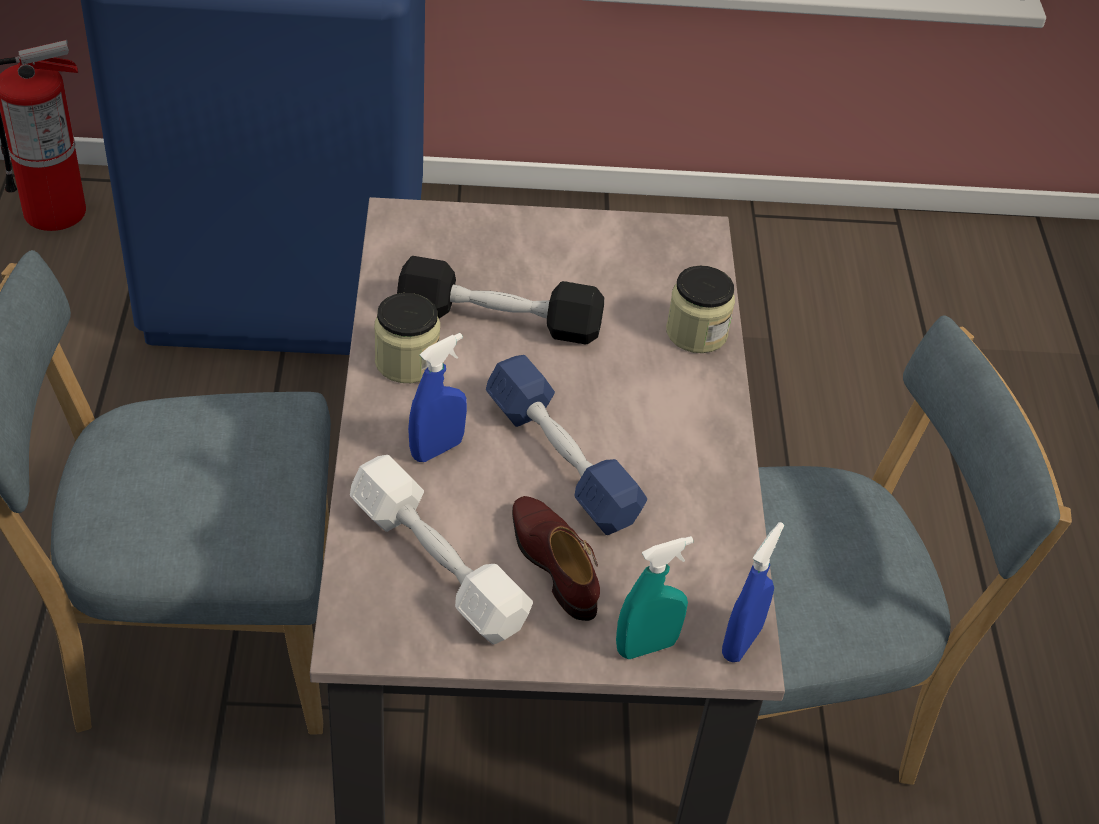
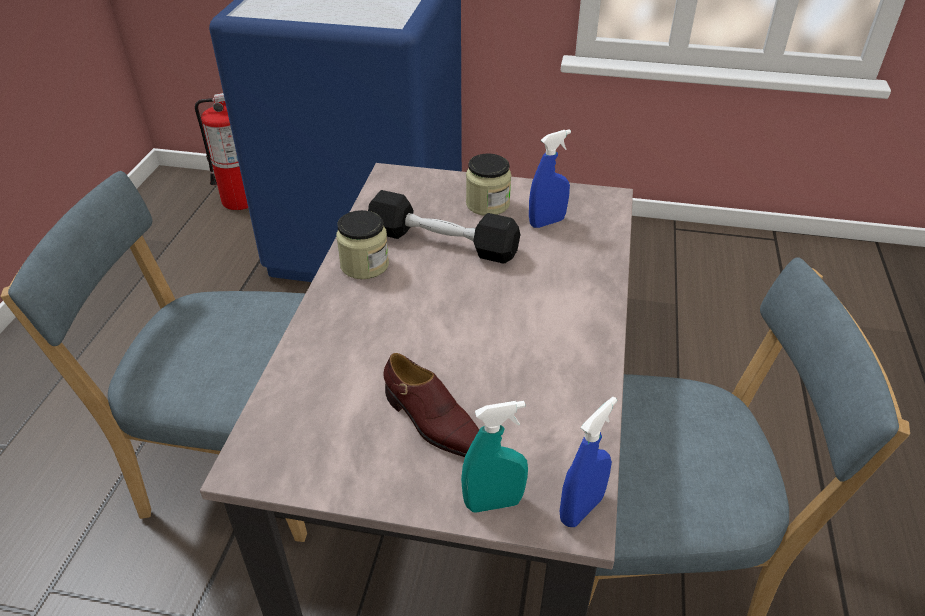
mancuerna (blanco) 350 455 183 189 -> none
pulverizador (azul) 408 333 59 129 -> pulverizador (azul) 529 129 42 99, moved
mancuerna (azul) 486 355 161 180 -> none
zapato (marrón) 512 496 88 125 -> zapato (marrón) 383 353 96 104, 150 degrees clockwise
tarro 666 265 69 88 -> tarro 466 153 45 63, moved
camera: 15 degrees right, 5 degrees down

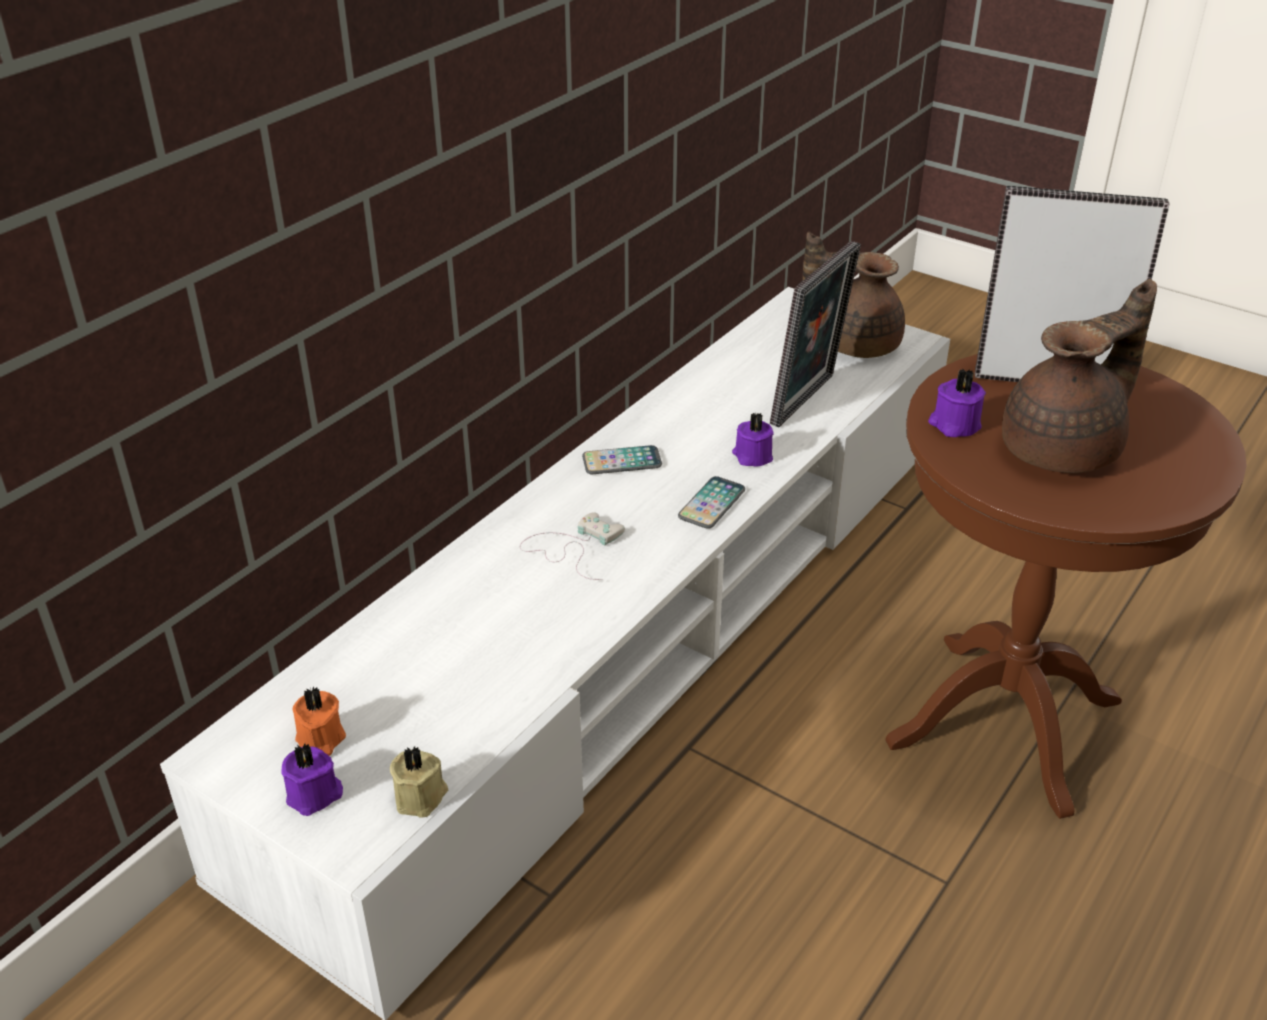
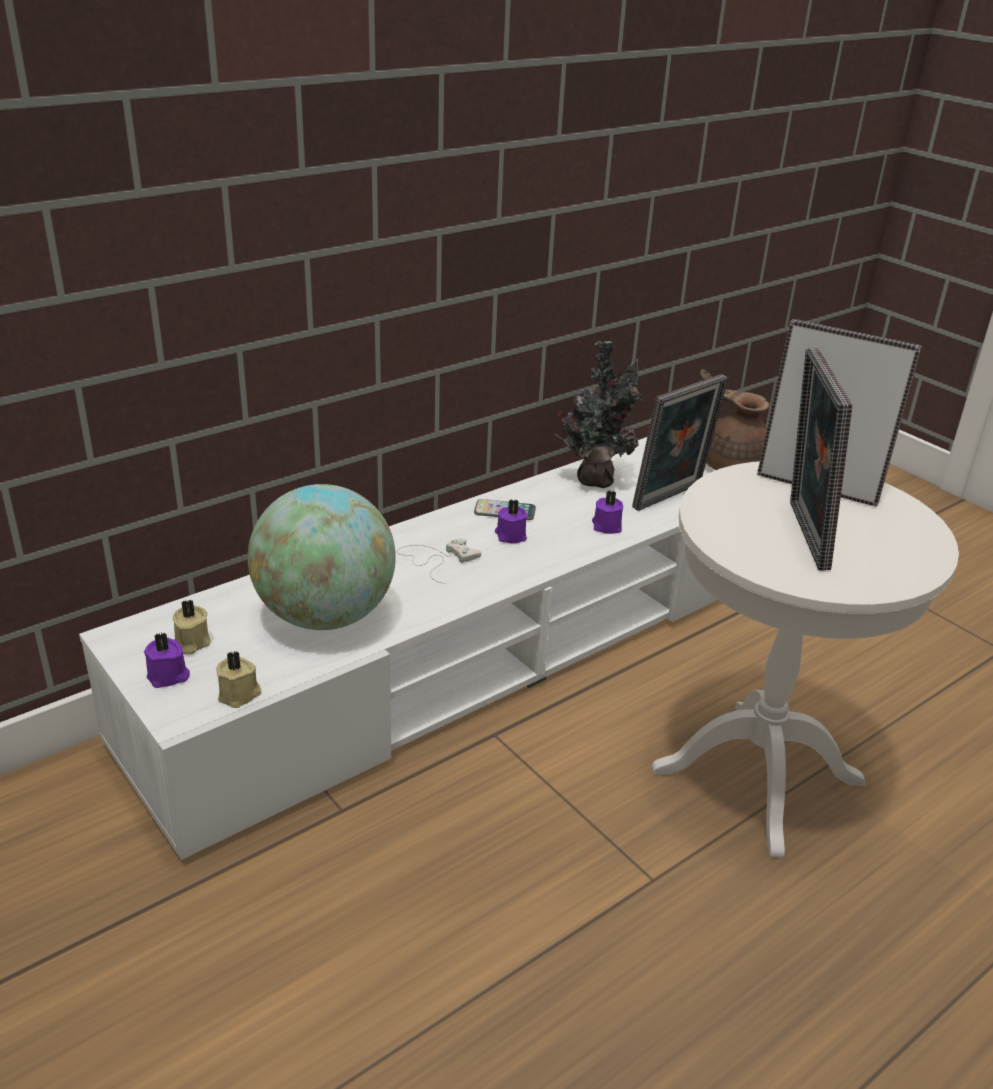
vela (naranja) 293 687 53 69 -> vela (beis) 173 599 37 56
móvil 678 476 67 53 -> none
mesa auxiliar (marrón) 885 354 362 465 -> mesa auxiliar (blanco) 652 461 307 397
vela (morado) 928 369 58 68 -> vela (morado) 495 499 32 45, moved
tetera (marrón) 1002 279 155 194 -> portarretratos 790 348 62 223
none -> globo terráqueo 248 484 148 146
none -> planta en maceta 555 340 88 148
camera: 15 degrees right, 5 degrees down

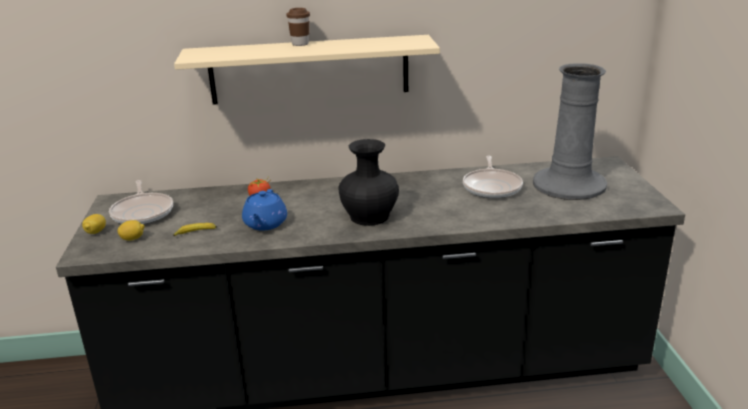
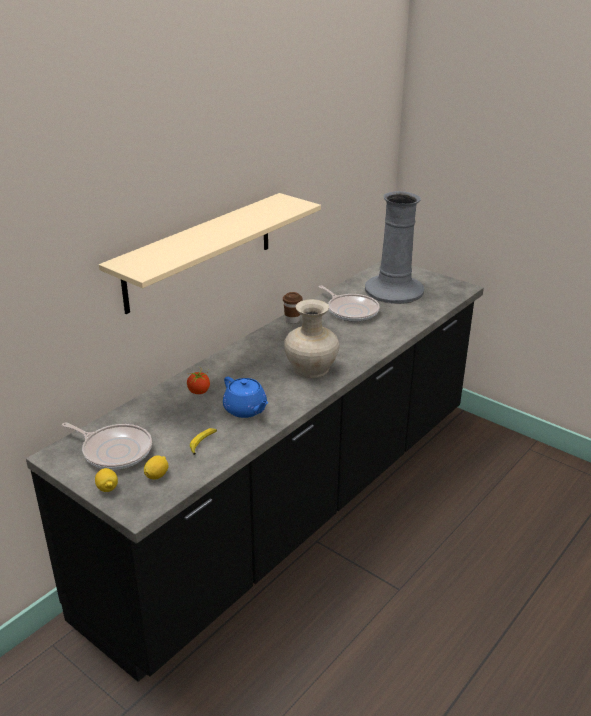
taza (marrón) 286 8 24 38 -> taza (marrón) 283 292 19 32, moved
florero (negro) 339 139 60 87 -> florero (beis) 284 299 55 79
camera: 45 degrees left, 5 degrees up

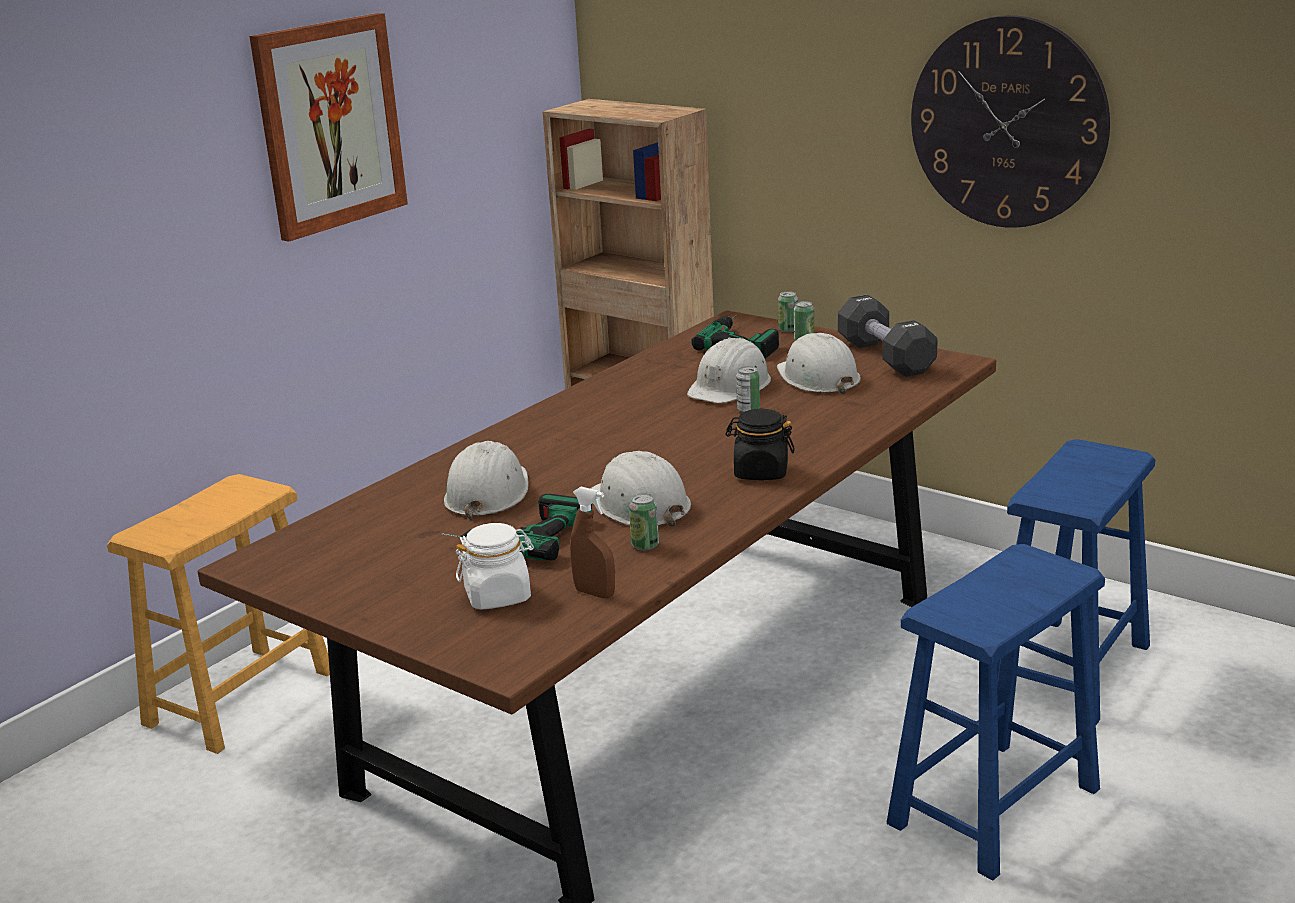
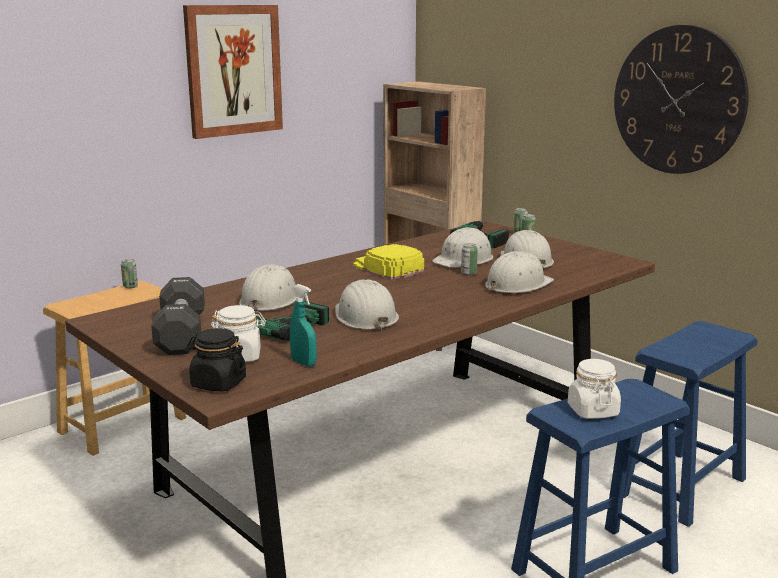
pulverizador (marrón) 570 487 45 111 -> pulverizador (turquesa) 290 284 27 83
lata 629 493 30 57 -> lata 121 259 17 30, moved
tarro (negro) 725 409 70 71 -> tarro (negro) 187 328 59 63, moved
mancuerna (negro) 838 295 100 82 -> mancuerna (negro) 151 277 54 78, moved
none -> gorra (amarillo) 353 244 71 36
none -> casco (blanco) 485 251 69 42
none -> tarro (blanco) 568 359 53 60
camera: 10 degrees right, 5 degrees down

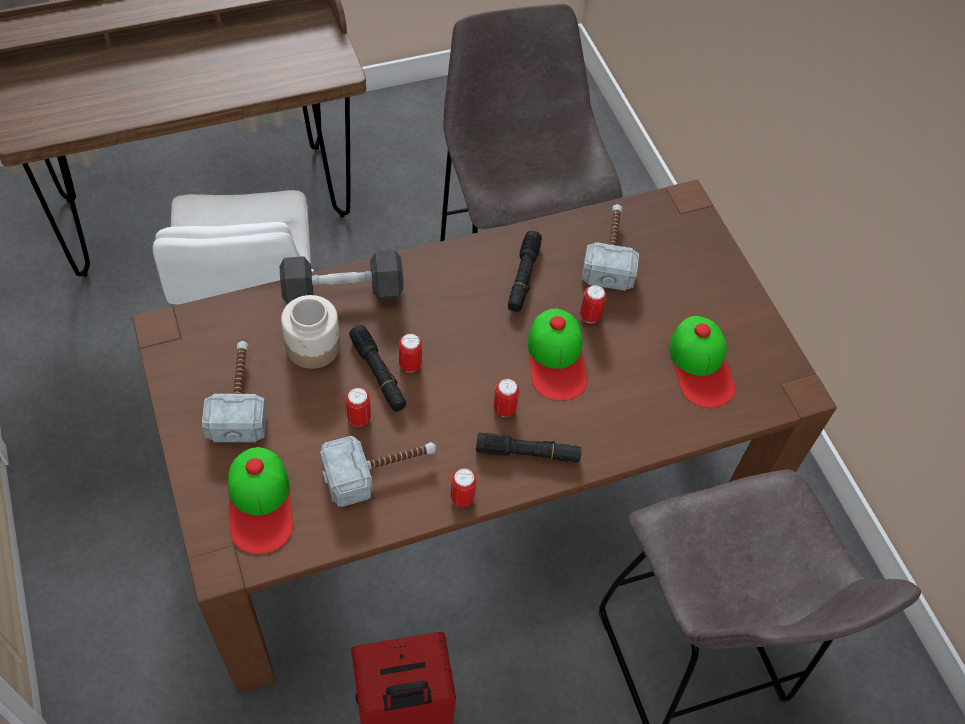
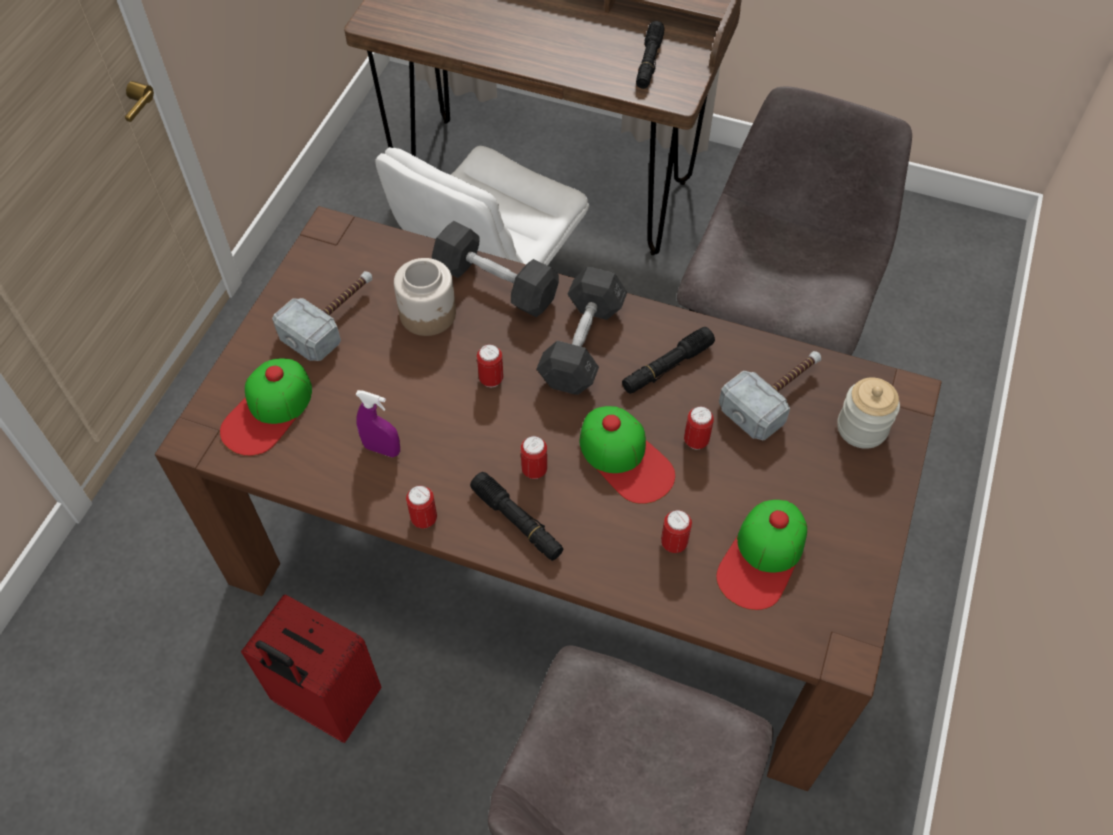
martillo 320 436 116 71 -> pulverizador (morado) 355 390 45 67
lata 346 388 25 38 -> lata 661 510 31 43, moved
linterna (negro) 349 325 57 86 -> linterna (negro) 636 21 28 68, moved
gorra 528 308 59 93 -> gorra 580 406 95 98, 75 degrees counterclockwise
none -> mancuerna (gris) 536 266 91 129
none -> tarro 837 377 63 72
camera: 45 degrees right, 0 degrees up

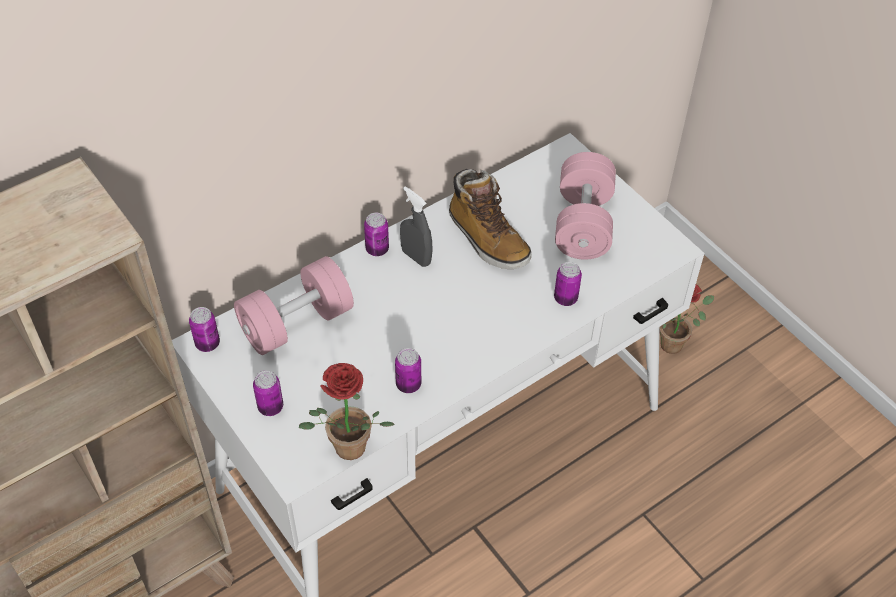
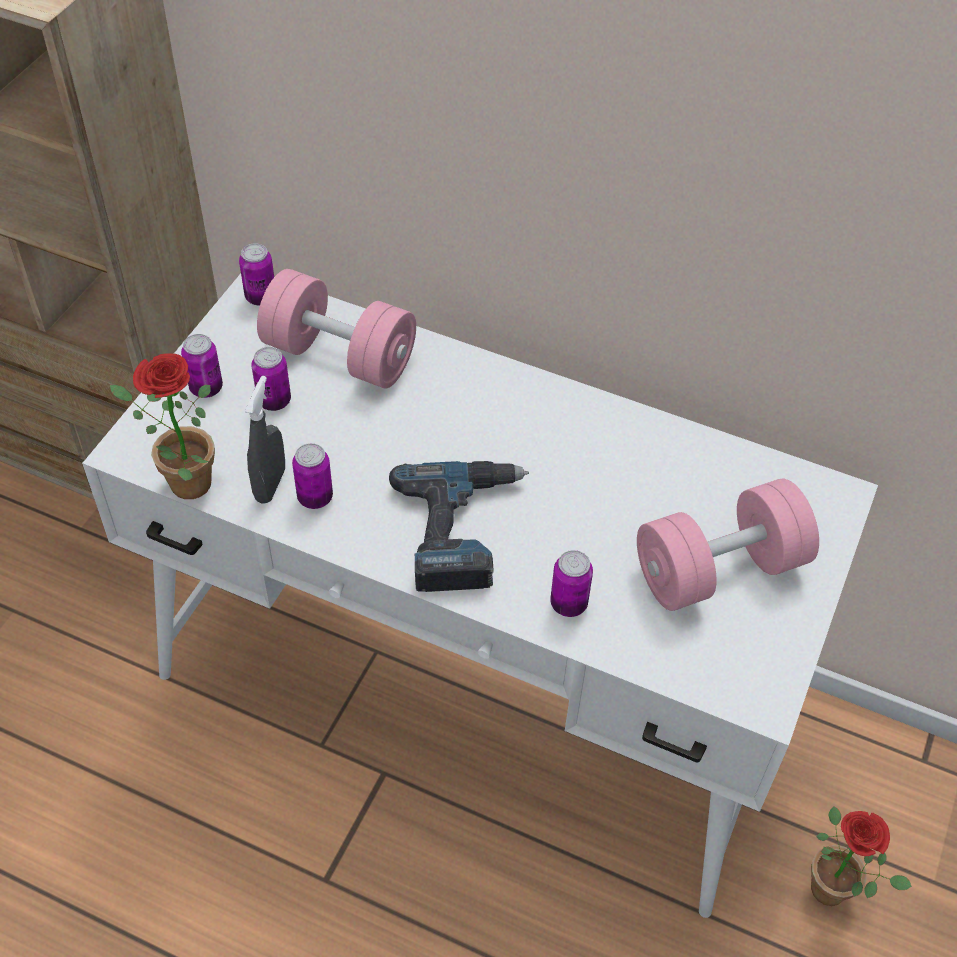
lata 364 213 25 43 -> lata 251 347 40 64, moved
pulverizador (gris) 400 186 33 81 -> pulverizador (gris) 245 376 40 127, moved
bota 449 169 83 100 -> none
none -> taladro 389 461 140 131
camera: 60 degrees right, 0 degrees up

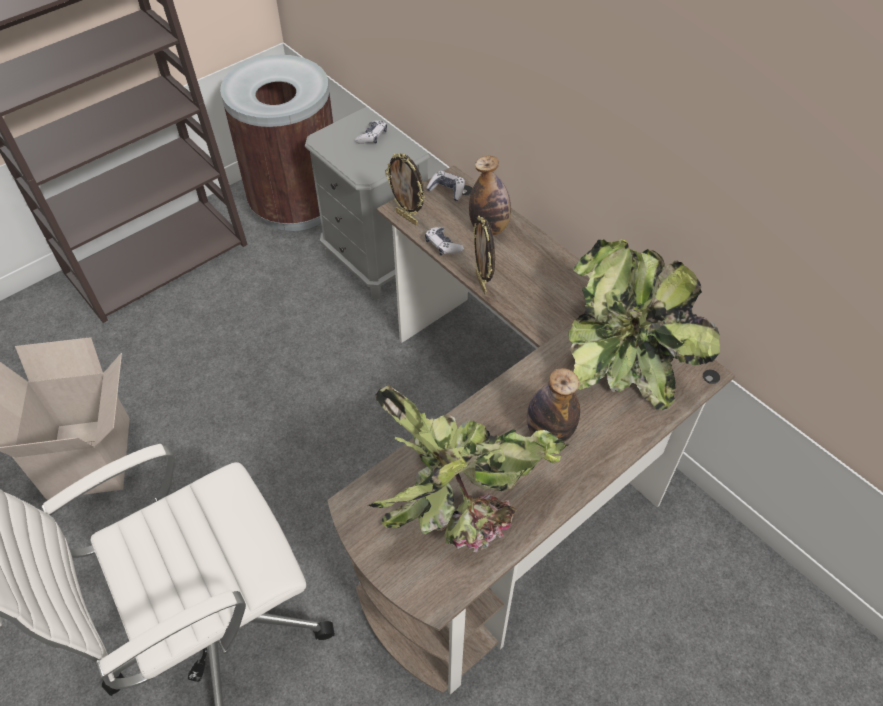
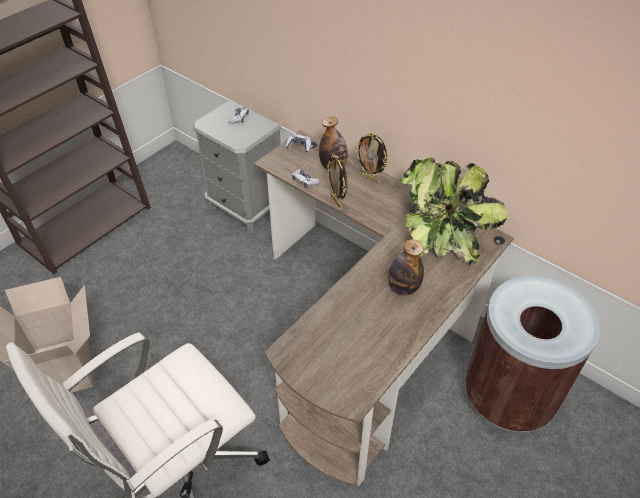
papelera (marrón) 220 55 113 176 -> papelera (marrón) 465 276 135 156, moved
planta en maceta 368 385 200 167 -> none
portarretratos 385 153 40 72 -> portarretratos 355 133 34 50, moved
camera: 10 degrees left, 5 degrees down

